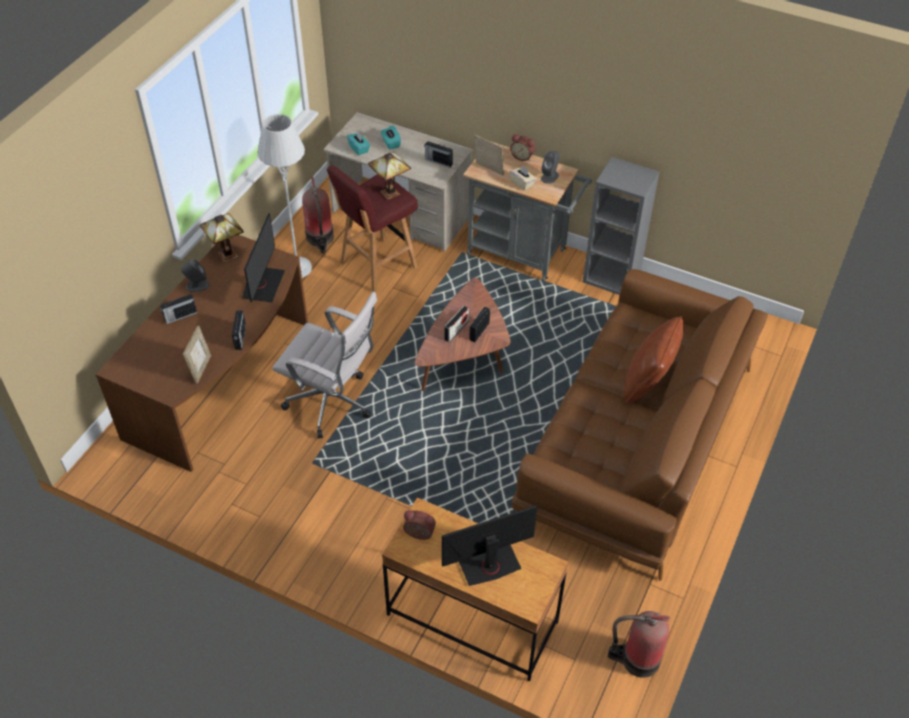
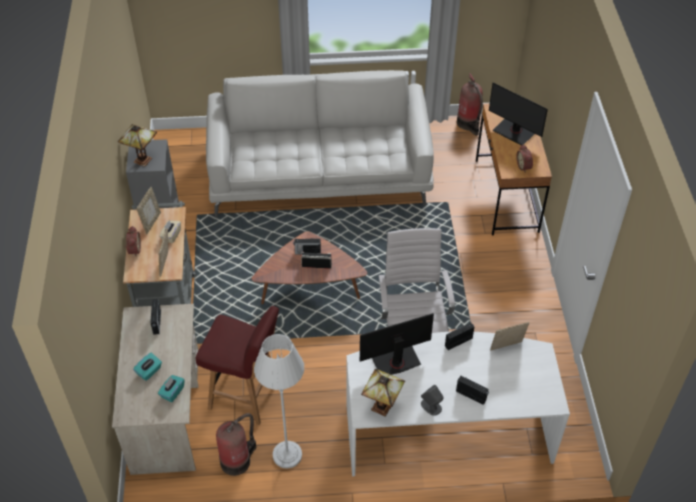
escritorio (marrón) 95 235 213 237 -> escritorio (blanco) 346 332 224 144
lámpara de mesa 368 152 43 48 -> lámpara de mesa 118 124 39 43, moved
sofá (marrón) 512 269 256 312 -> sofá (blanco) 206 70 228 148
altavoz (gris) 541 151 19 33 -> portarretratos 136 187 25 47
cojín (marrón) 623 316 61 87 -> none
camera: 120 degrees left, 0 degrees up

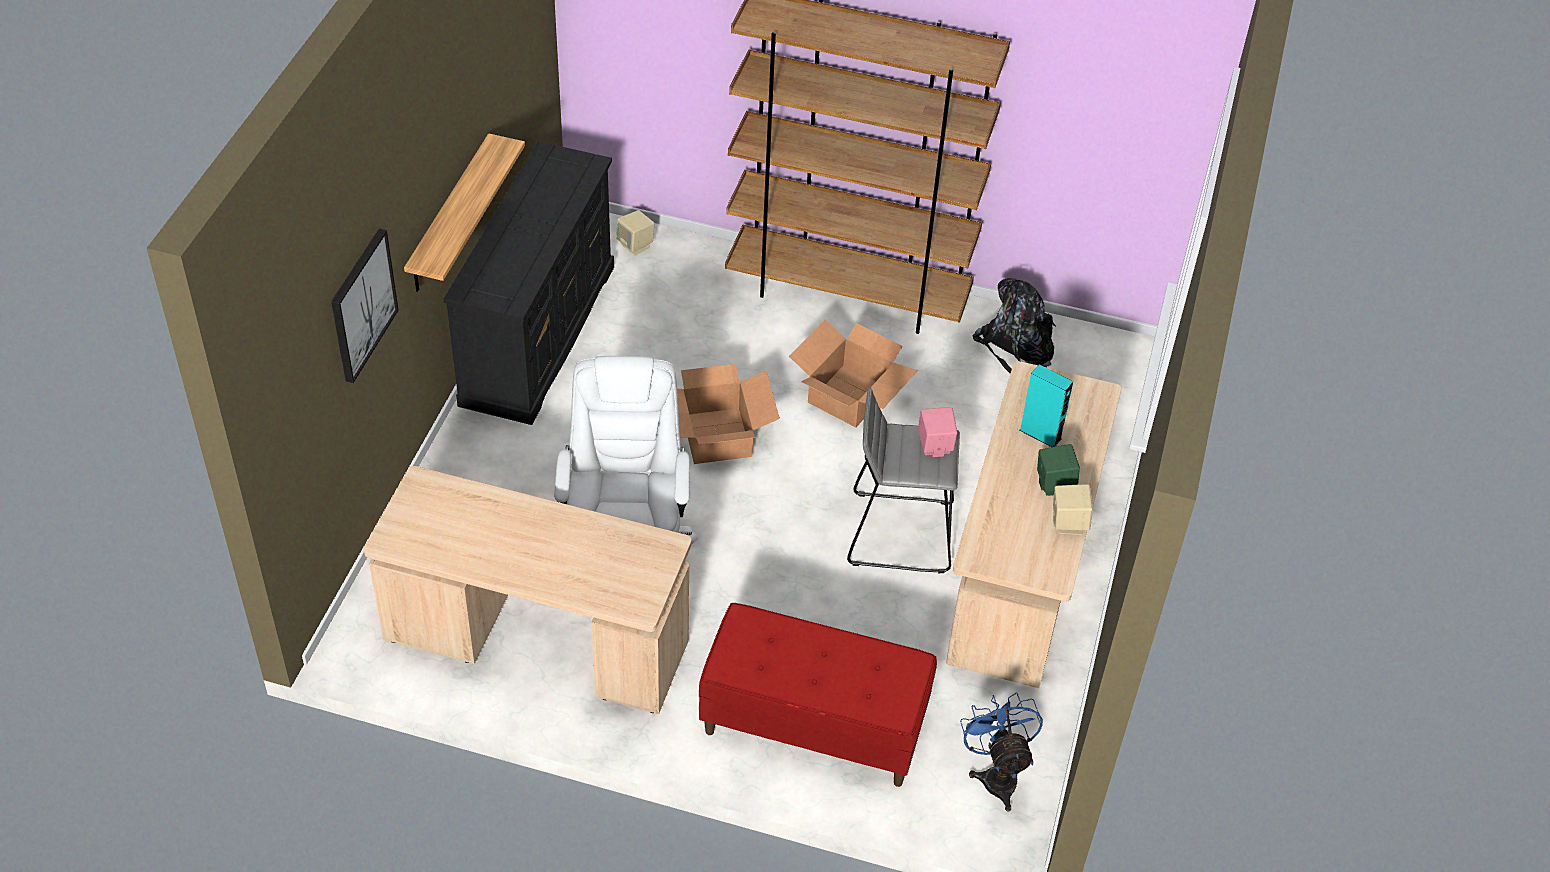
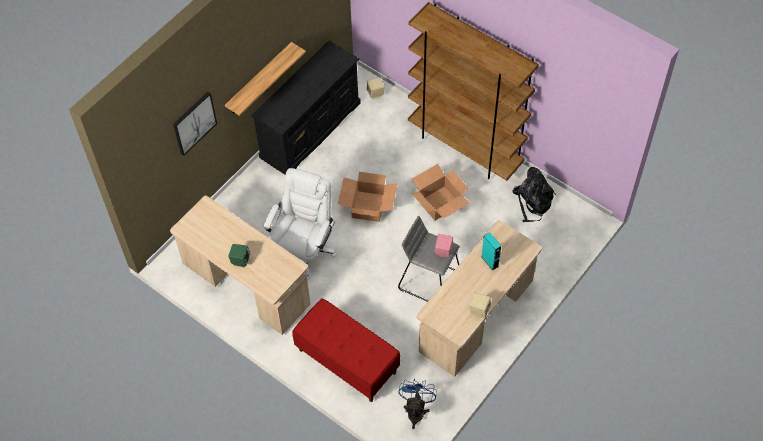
altavoz (verde) 1037 444 43 52 -> altavoz (verde) 228 244 22 23, moved
camera: 25 degrees right, 10 degrees up

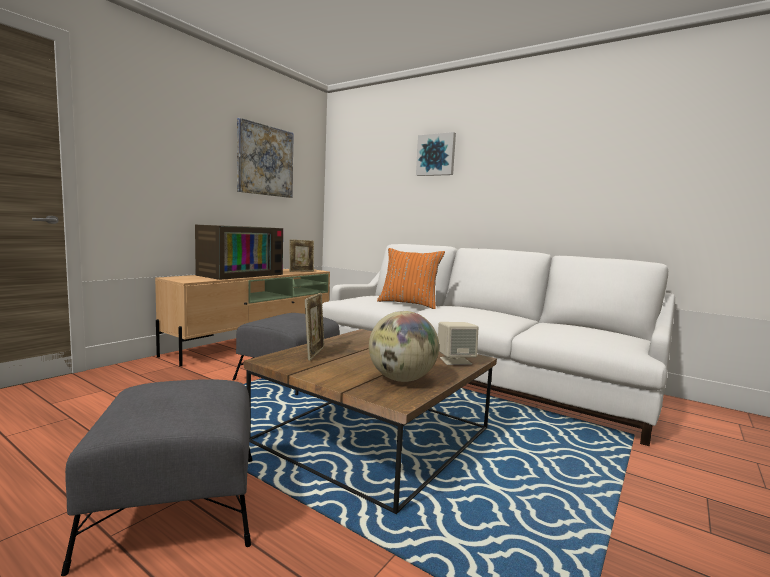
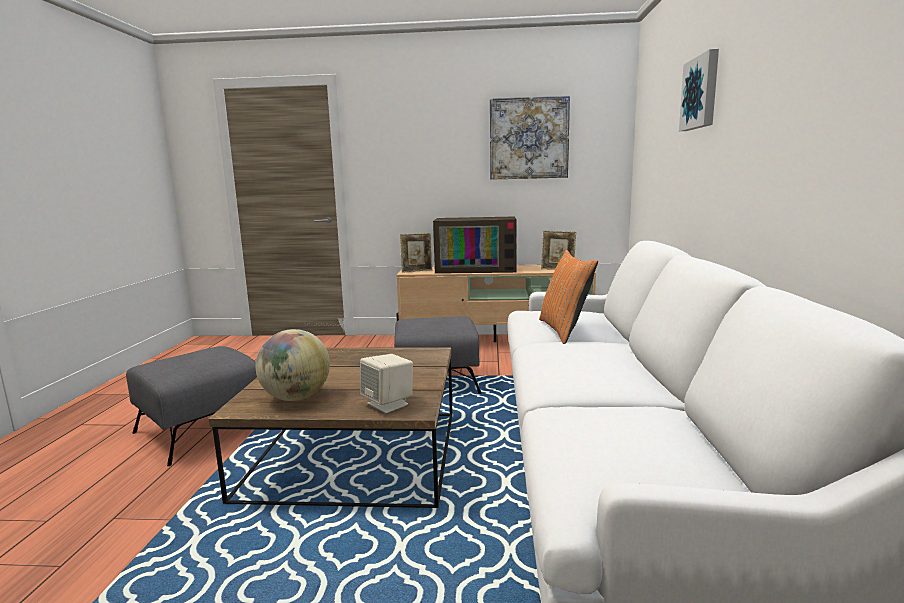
portarretratos 305 293 20 68 -> portarretratos 400 233 32 40, moved
camera: 60 degrees right, 5 degrees up

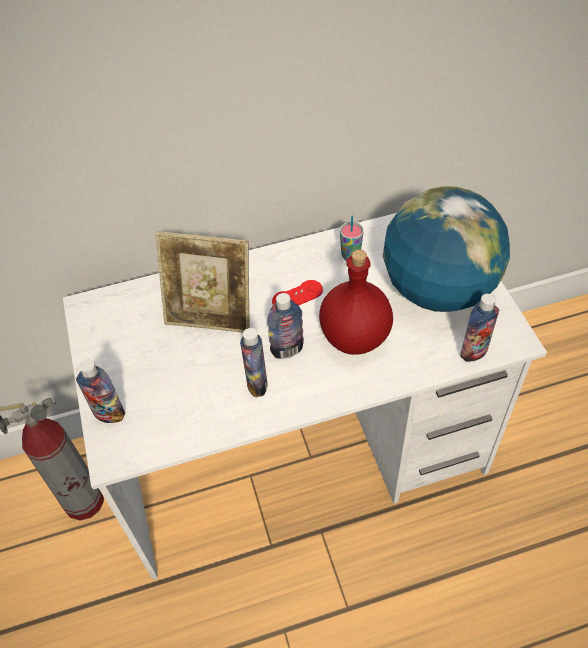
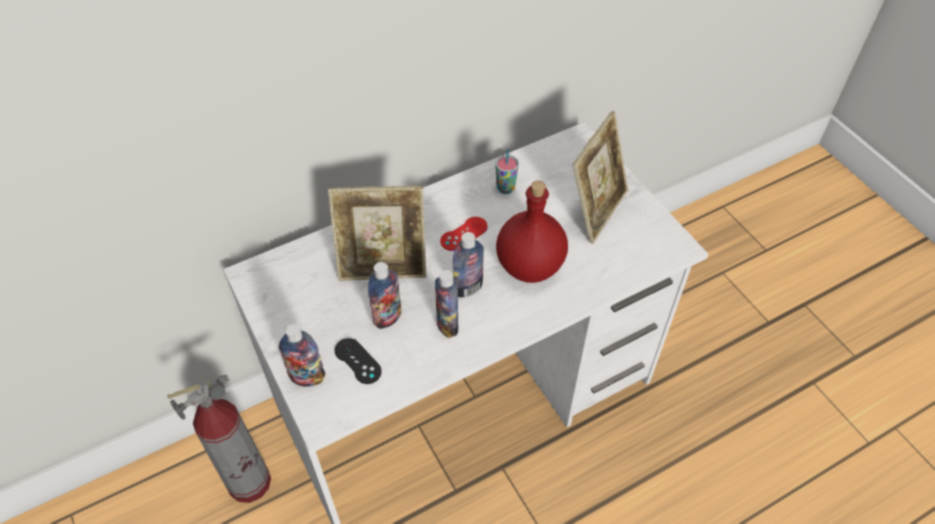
globo terráqueo 383 186 127 126 -> portarretratos 572 111 56 133
botella 460 294 39 68 -> botella 368 262 33 67, moved
none -> mando de consola (negro) 335 338 47 46
camera: 15 degrees left, 0 degrees up

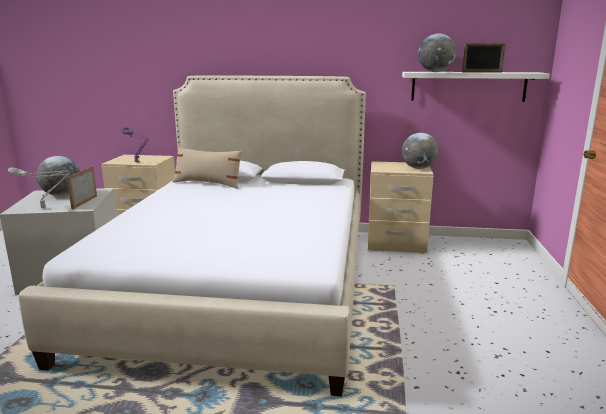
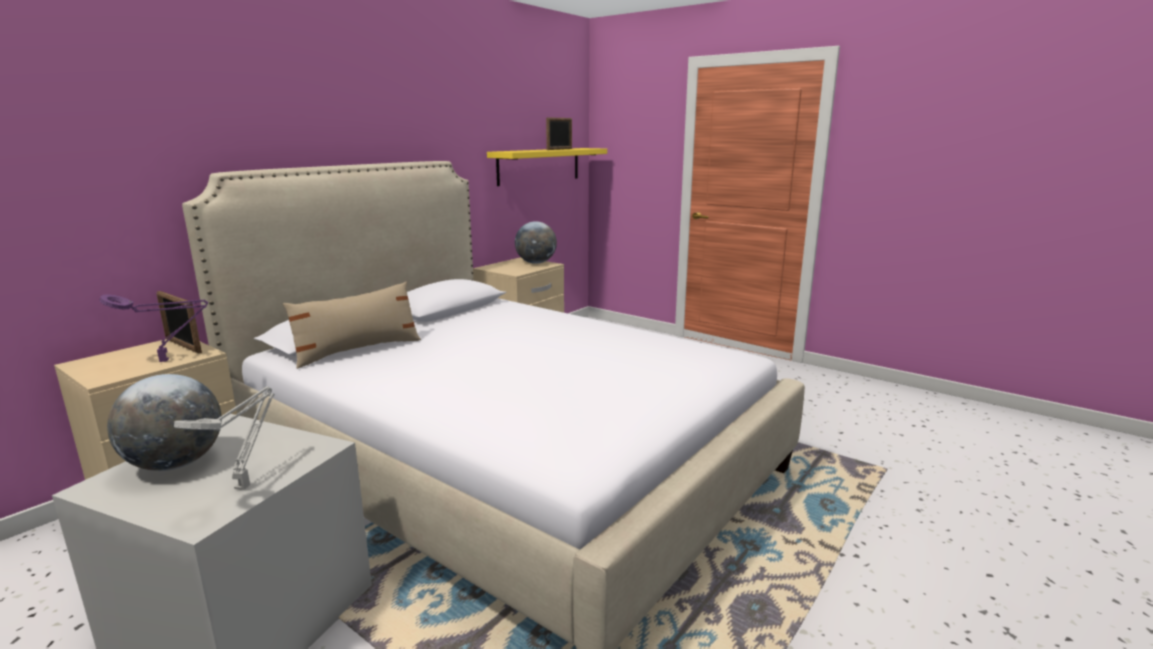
portarretratos 67 167 30 42 -> portarretratos 156 291 46 63, moved
estante (blanco) 402 72 148 30 -> estante (amarillo) 487 148 120 38
globo terráqueo 418 33 38 39 -> none
camera: 60 degrees left, 0 degrees up

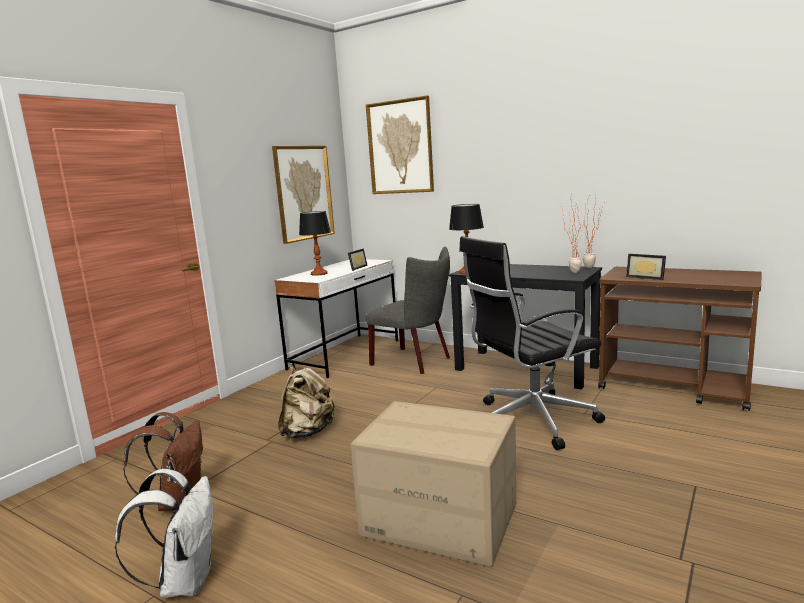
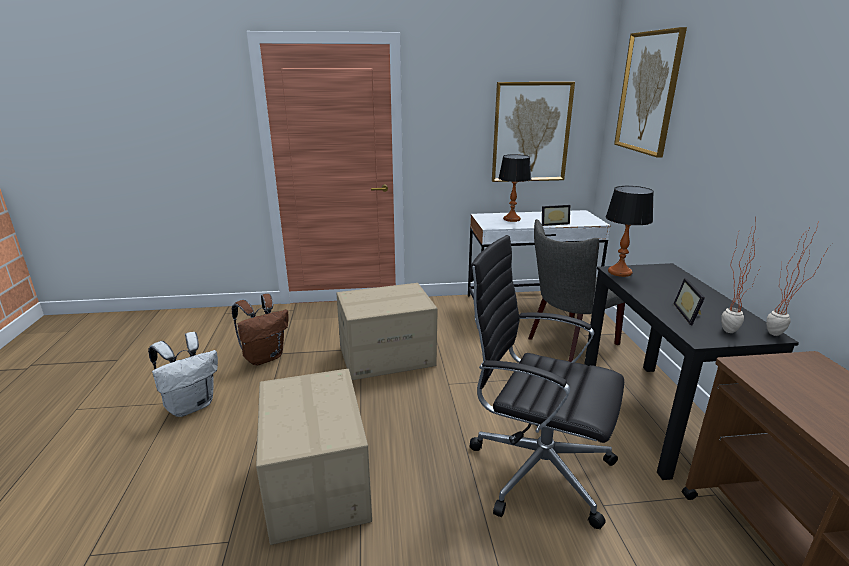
mochila (beis) 278 363 57 75 -> caja de cartón 337 283 101 97
silla (gris) 366 247 84 127 -> silla (gris) 528 219 97 143, 60 degrees clockwise
portarretratos 626 254 40 26 -> portarretratos 673 278 32 47, moved
camera: 50 degrees right, 10 degrees up

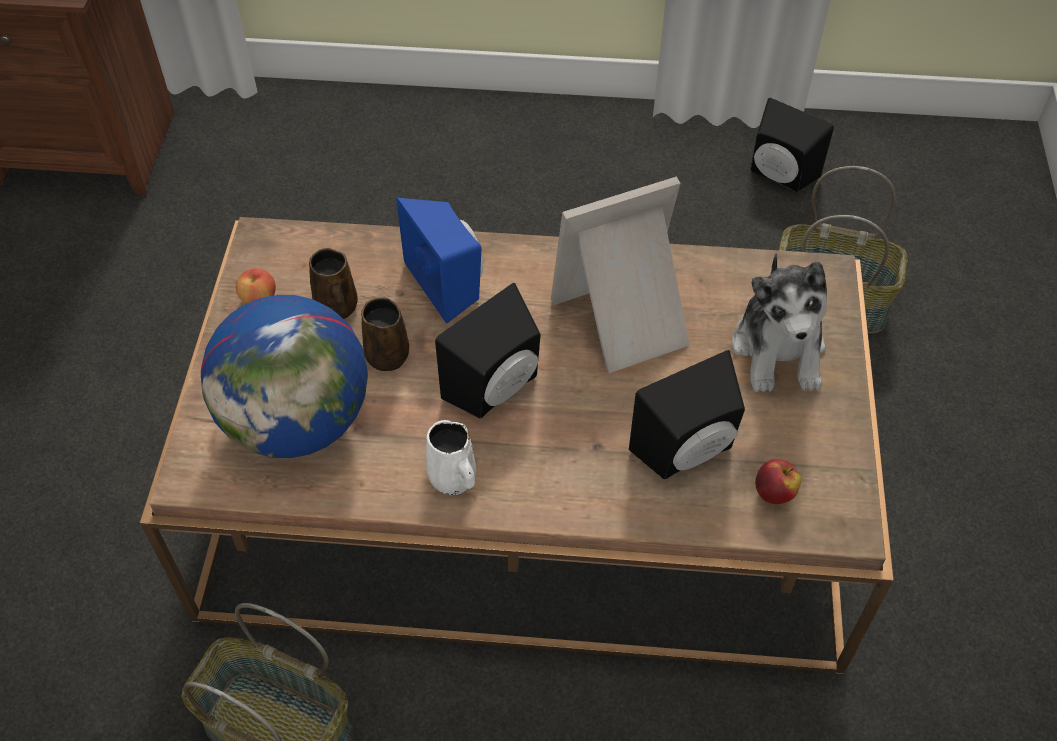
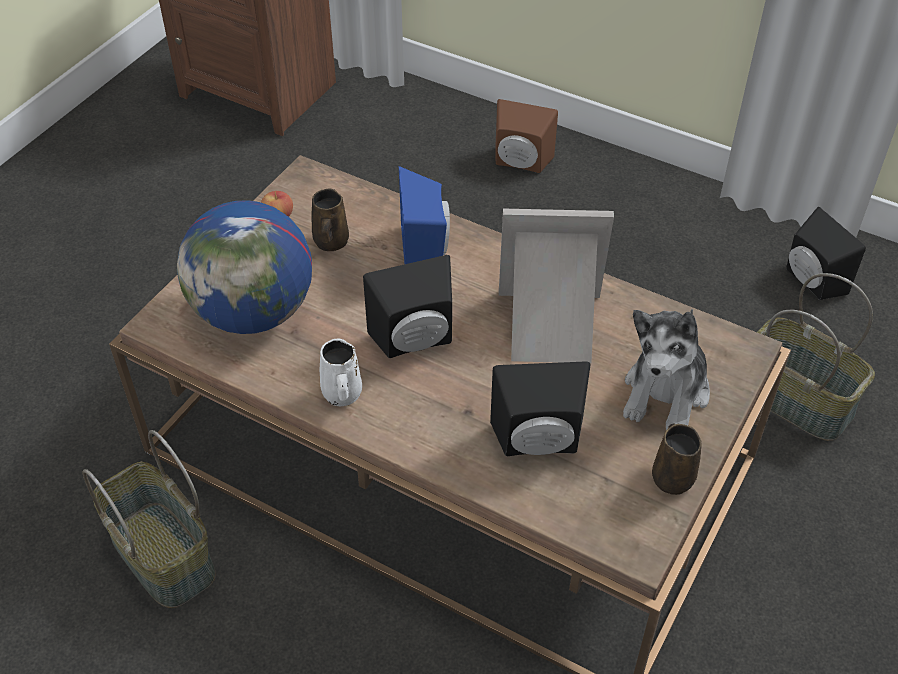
taza grande (marrón) 361 297 48 74 -> taza grande (marrón) 652 424 50 71, moved
manzana 755 459 46 45 -> none
none -> altavoz (marrón) 496 99 62 74
camera: 25 degrees right, 5 degrees down

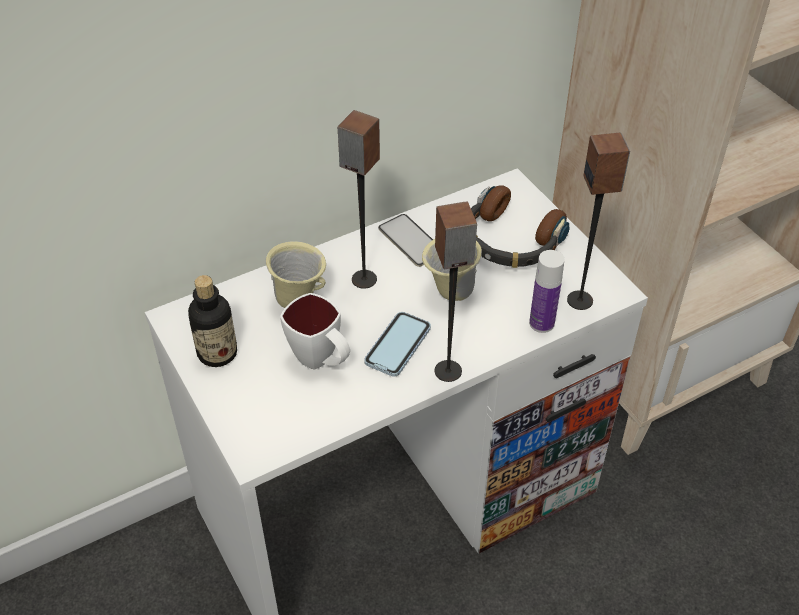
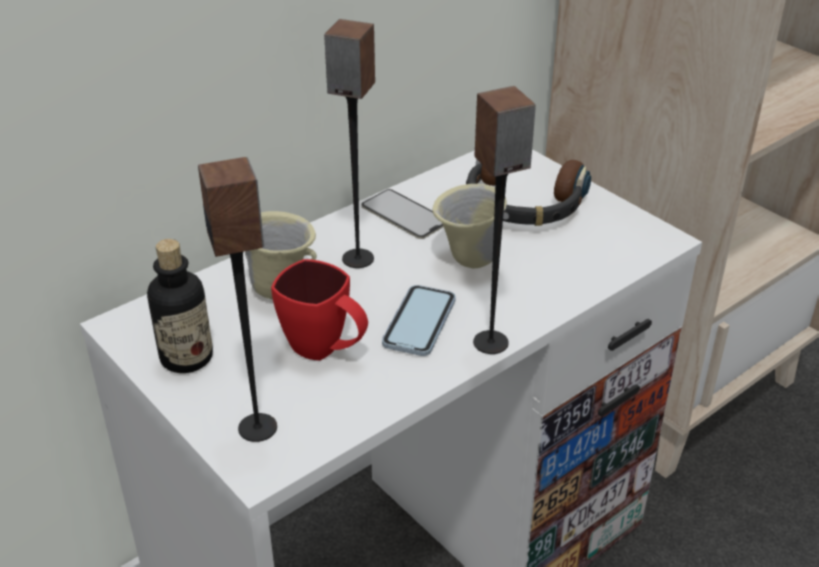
taza grande (blanco) 280 293 70 77 -> taza grande (rojo) 271 259 97 102
botella 529 250 36 83 -> none
altavoz 567 133 63 177 -> altavoz 198 157 79 285, moved
camera: 10 degrees left, 10 degrees down

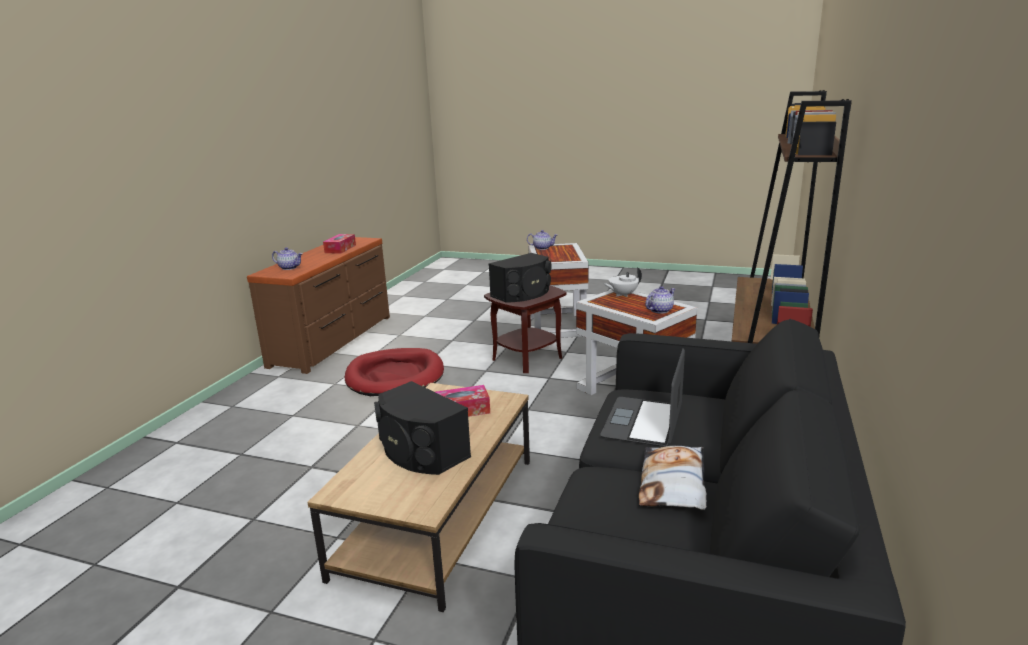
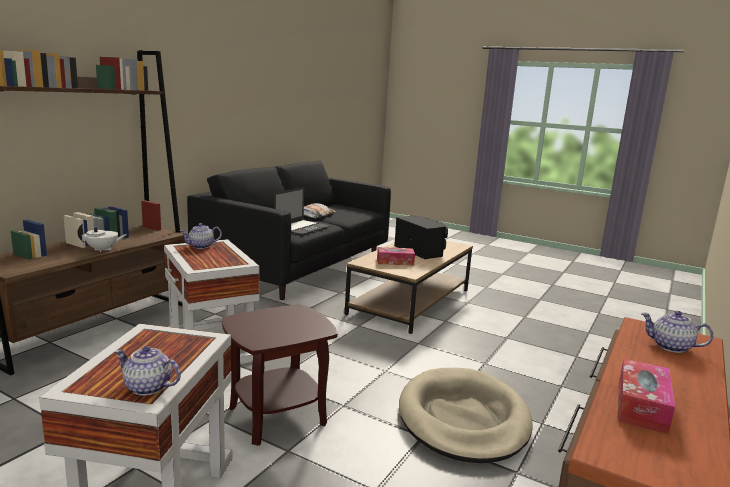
cama para perro (rojo) 345 348 99 48 -> cama para perro (beis) 399 368 133 95
altavoz (negro) 489 253 63 50 -> none
tetera (blanco) 603 267 39 30 -> tetera (blanco) 78 224 49 28, moved
camera: 170 degrees left, 5 degrees down

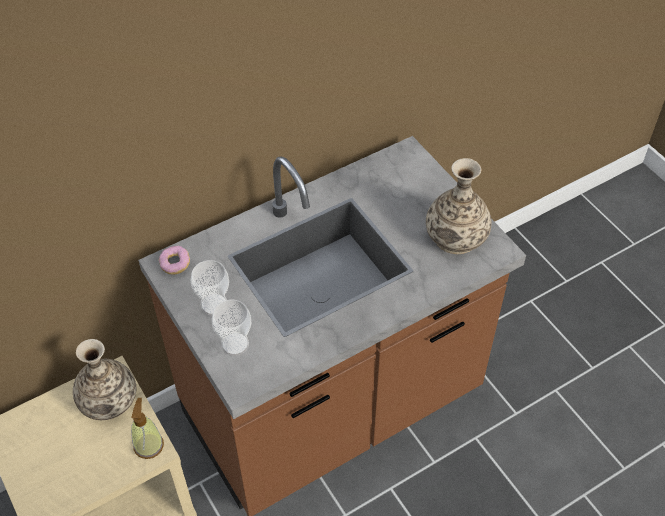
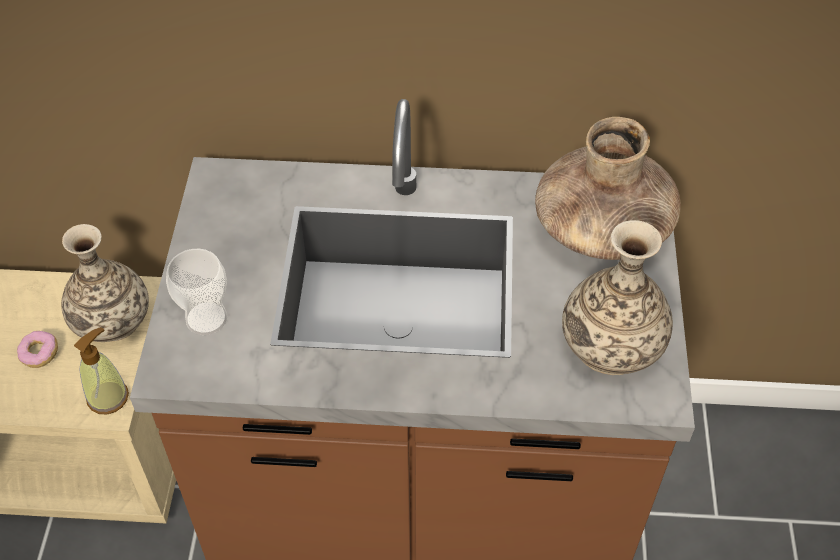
rosquilla 159 246 31 28 -> rosquilla 17 331 41 37, moved
taza 191 260 38 56 -> none
none -> florero (marrón) 535 117 146 143
camera: 35 degrees right, 0 degrees up

